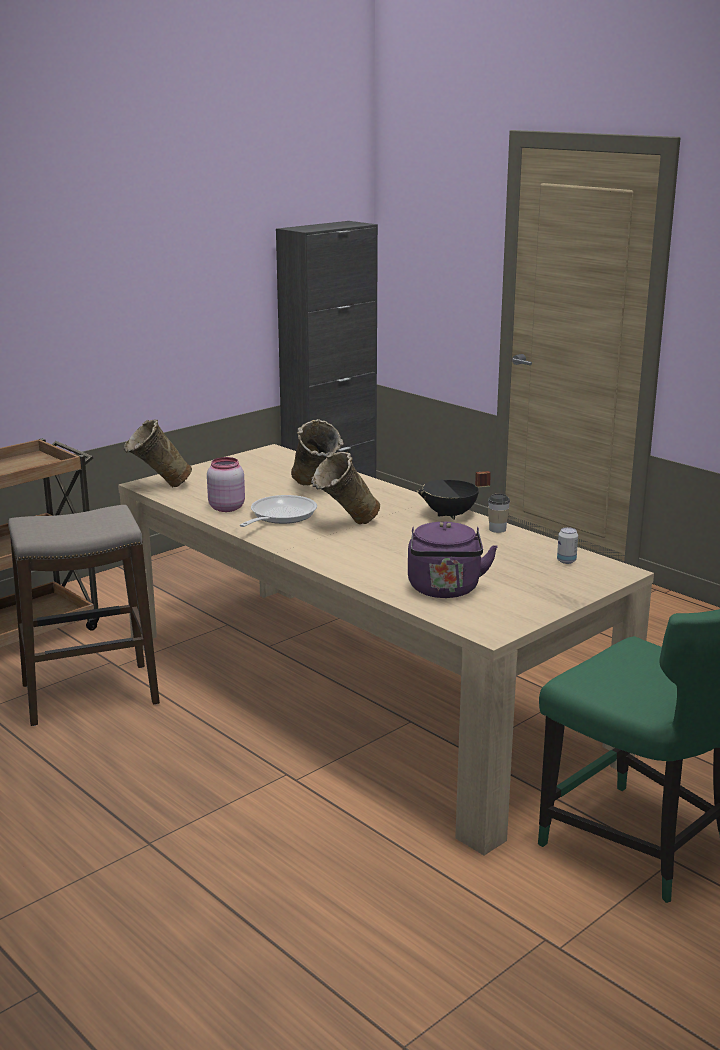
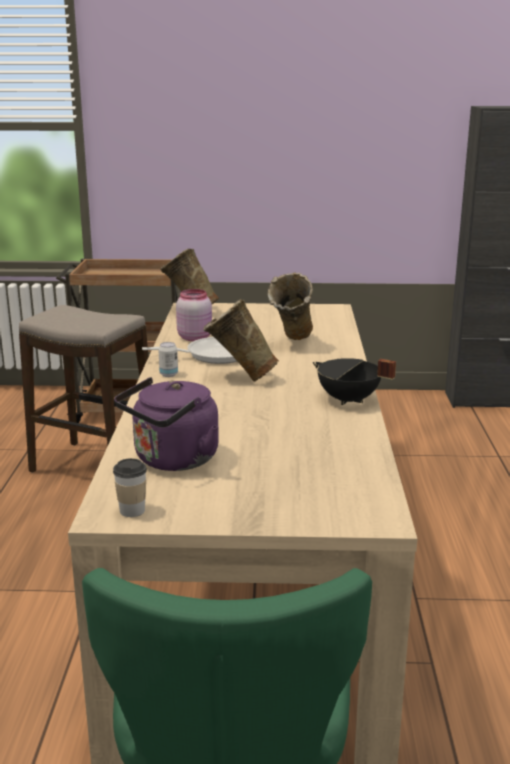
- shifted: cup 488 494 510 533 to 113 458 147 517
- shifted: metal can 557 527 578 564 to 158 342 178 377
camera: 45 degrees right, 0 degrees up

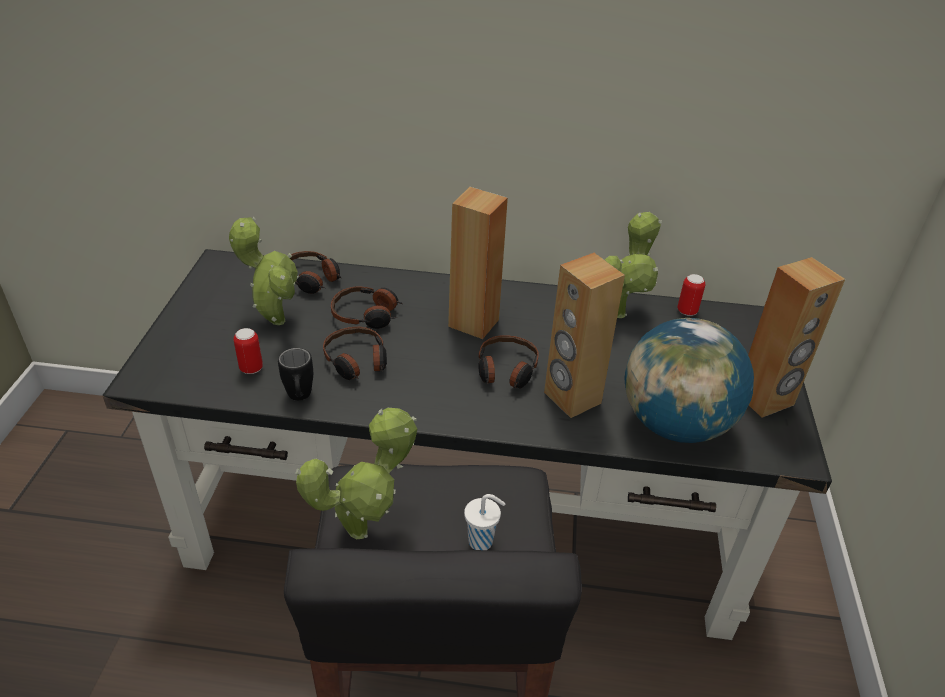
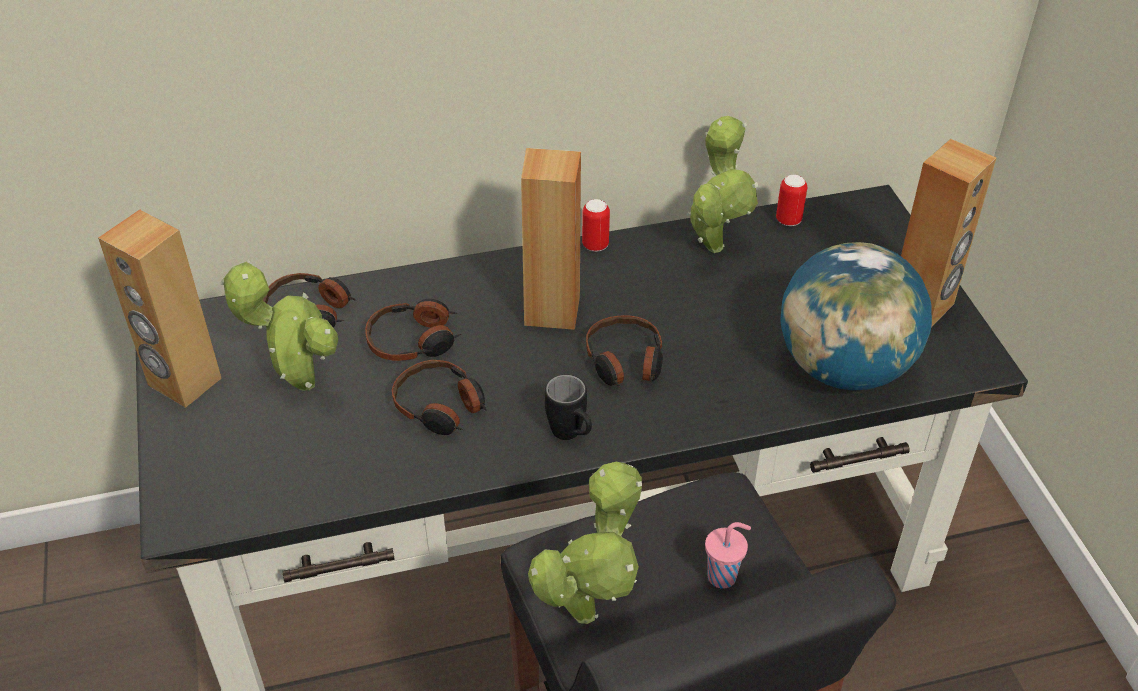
- shifted: metal can 234 328 263 374 to 582 199 610 252
- shifted: tea mug in black 278 348 313 401 to 545 374 592 440
- repainted: cup in white 464 494 505 550 to cup in pinkish 705 522 751 589
- shifted: loudspeaker in brownish 544 253 625 418 to 98 210 222 408
camera: 20 degrees left, 5 degrees up

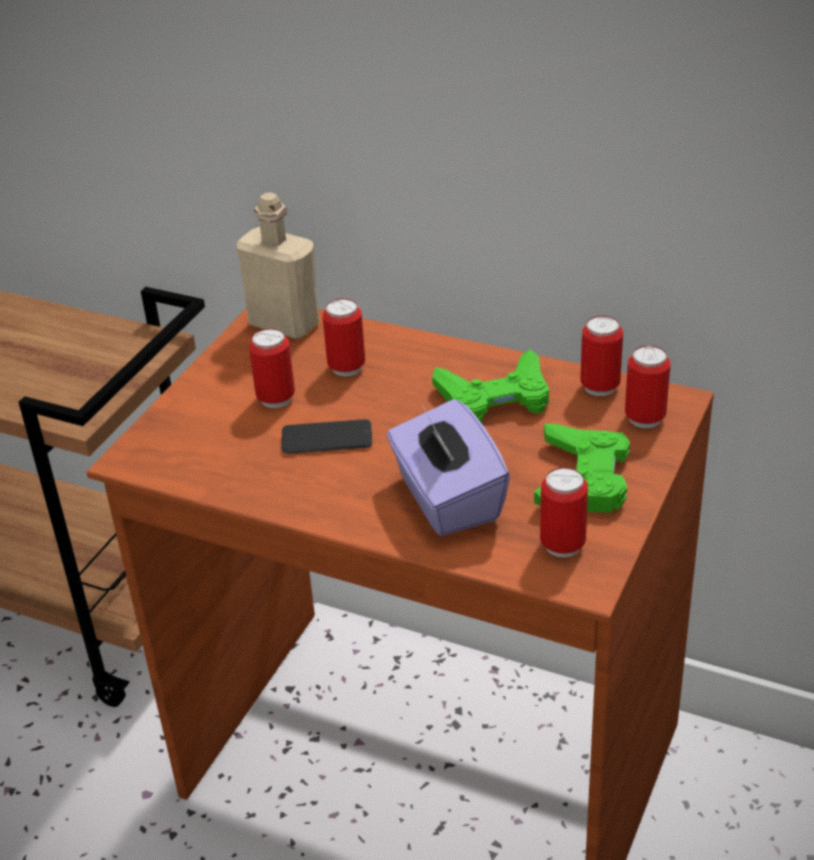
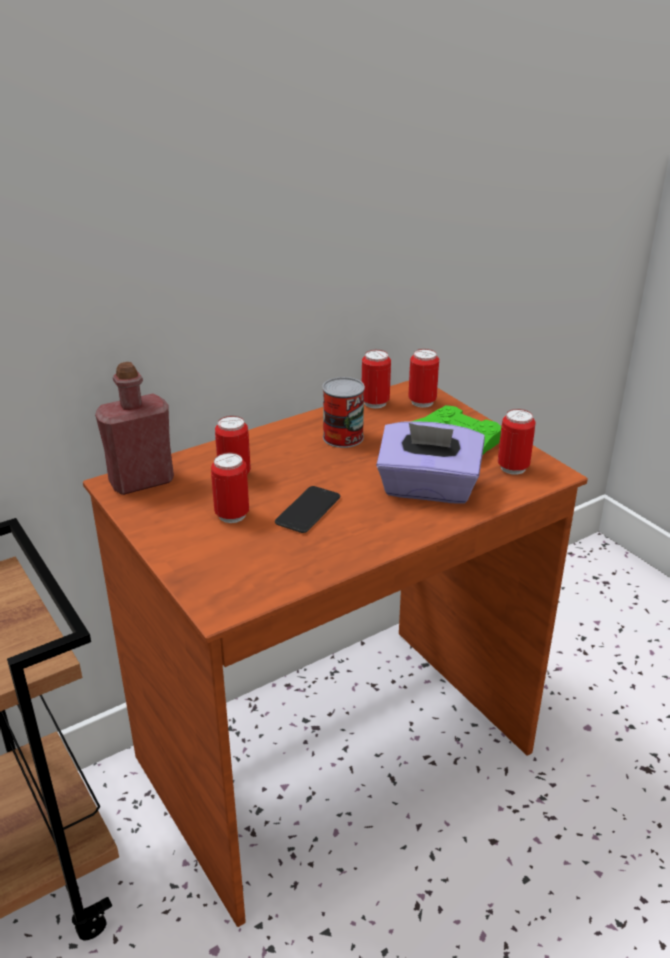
- repainted: drink bottle in beige 236 193 319 339 to drink bottle in red 95 362 174 495
- swapped: gamepad in green-coloured 432 349 549 422 to metal can 322 377 365 448
camera: 60 degrees left, 5 degrees down

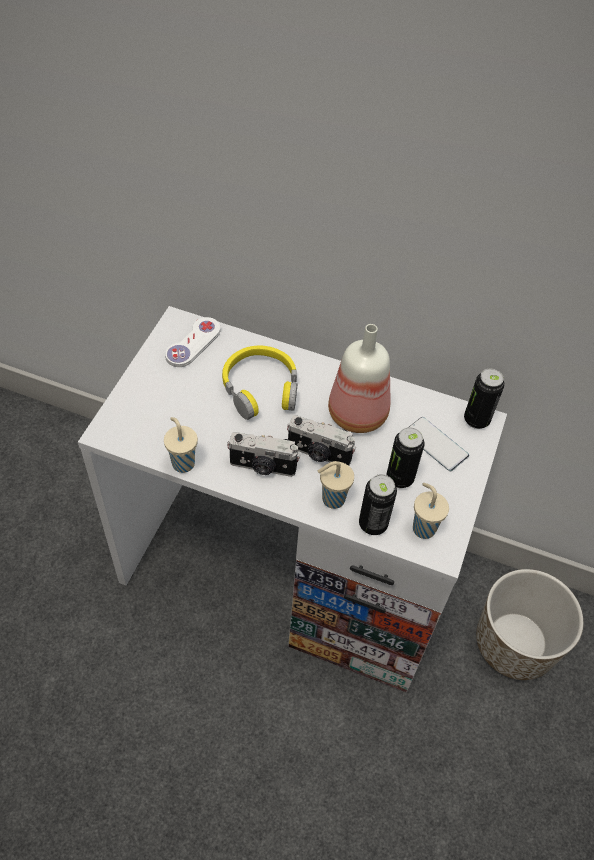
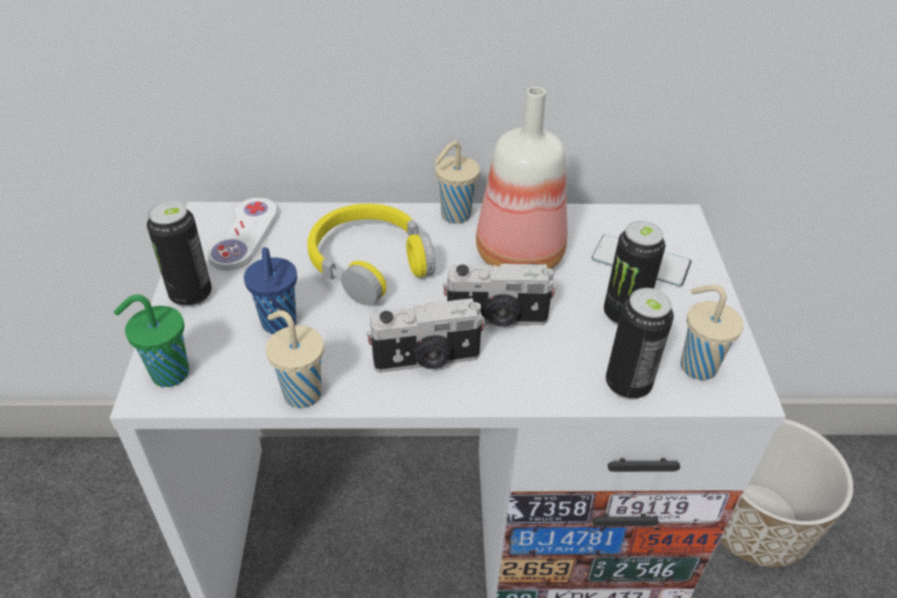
- shifted: cup in beige 318 461 354 509 to 435 141 480 223
- shifted: metal can 464 368 504 429 to 147 200 212 307
- new: cup in green-coloured 114 295 189 387
- new: cup in bluish 244 247 297 334
camera: 20 degrees left, 10 degrees down

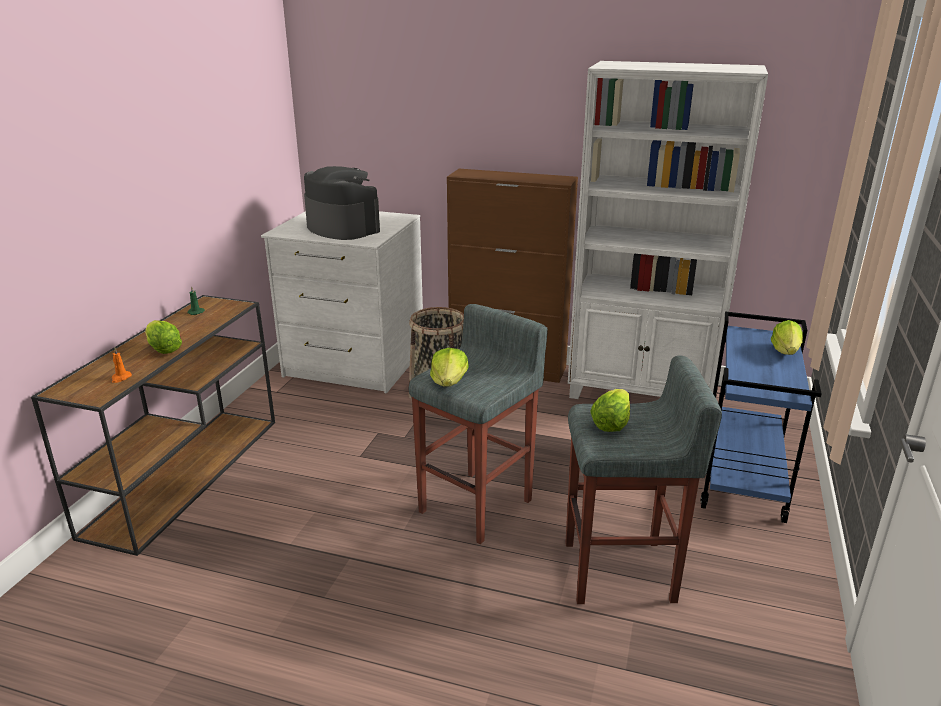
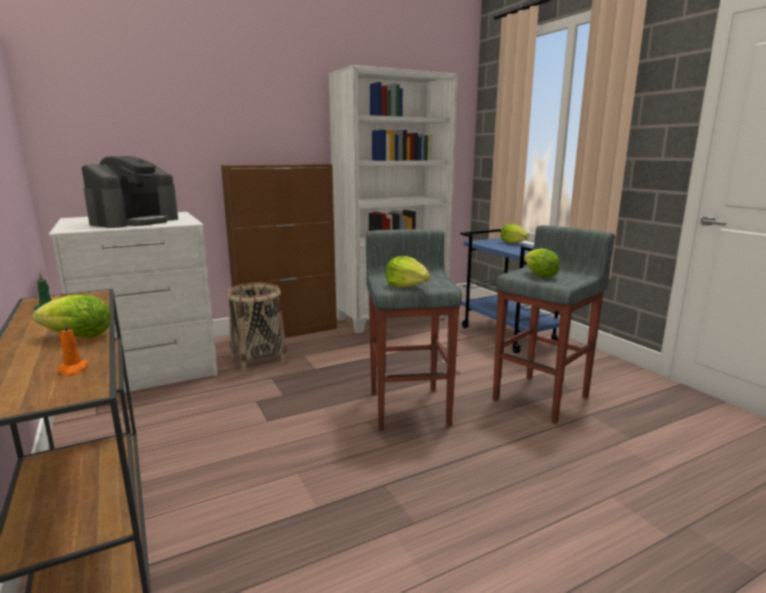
- rotated: coffee brewer 304 166 380 240 = 82 156 178 228 120 degrees clockwise
camera: 45 degrees left, 10 degrees down

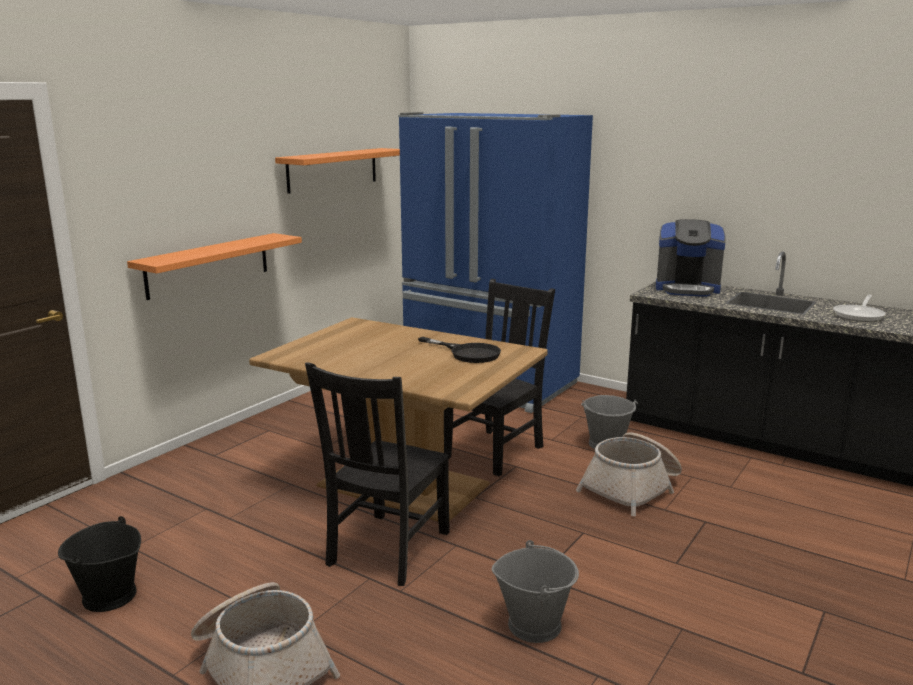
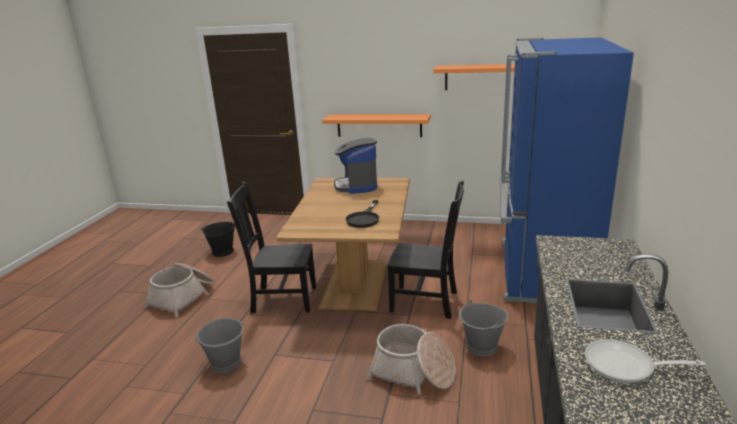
- shifted: coffee brewer 656 219 726 297 to 334 137 377 194
camera: 70 degrees right, 5 degrees up

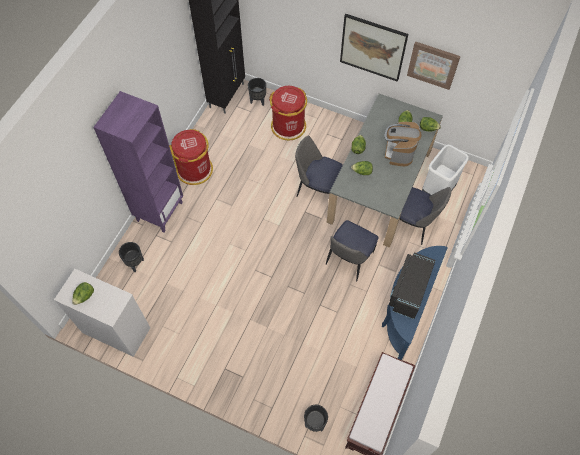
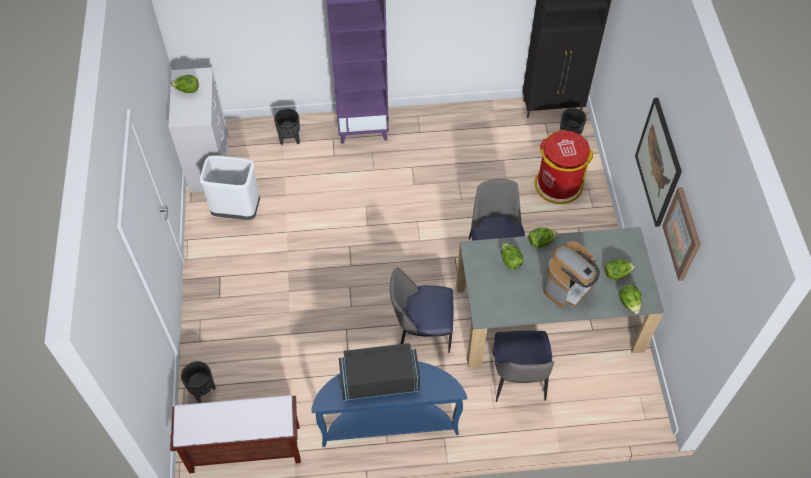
- gone: trash can in red 169 129 213 185
- rotated: coffee brewer 384 122 422 166 = 543 241 600 308 150 degrees clockwise
- shifted: trash can in white 422 144 469 196 to 199 155 260 220
camera: 60 degrees right, 5 degrees down

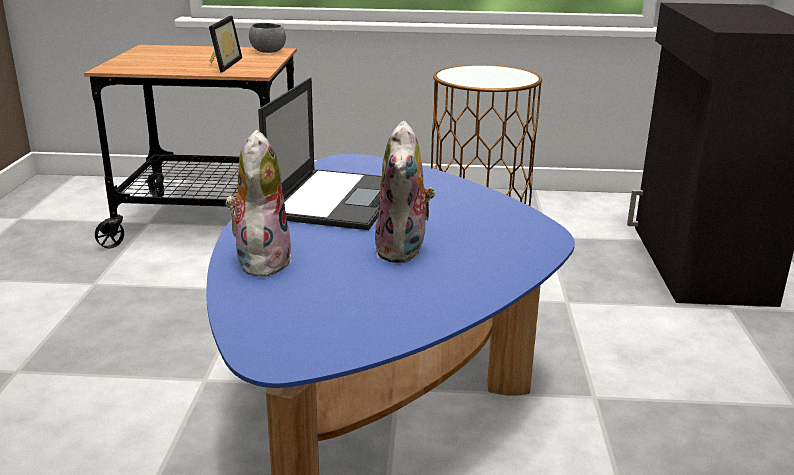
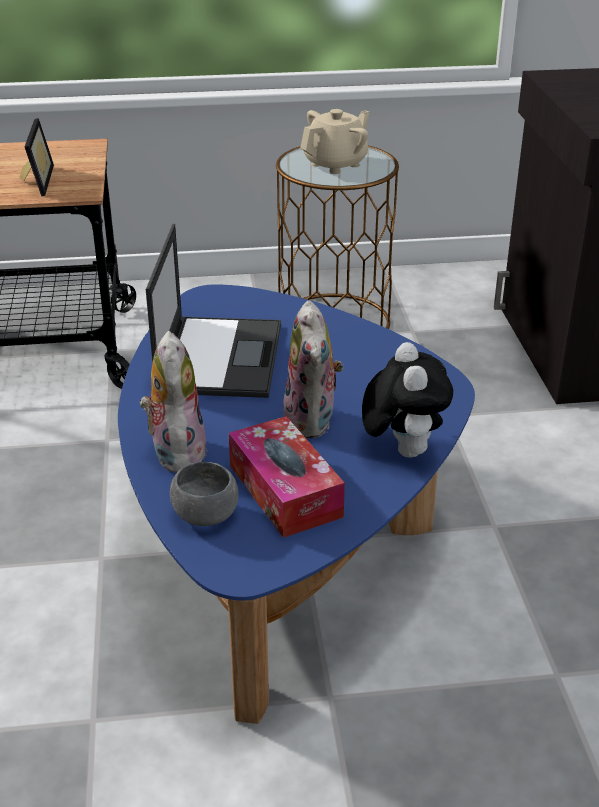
- shifted: bowl in gray 249 23 286 53 to 170 462 238 526
- new: box of tissues 229 416 345 538
- new: teapot in beige 300 109 369 174
- new: soft toy 362 342 453 458
camera: 10 degrees left, 10 degrees up

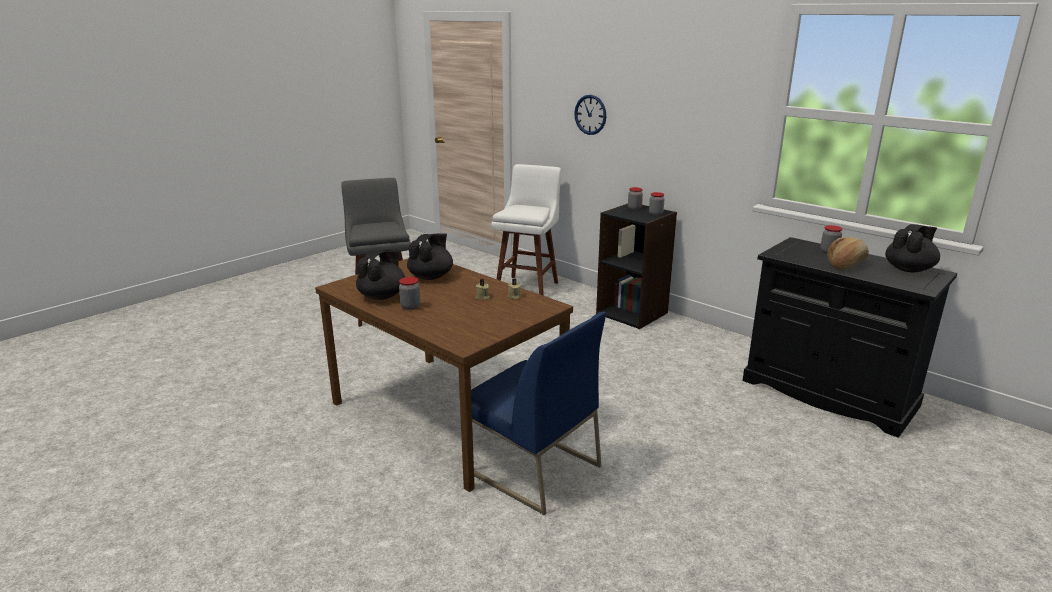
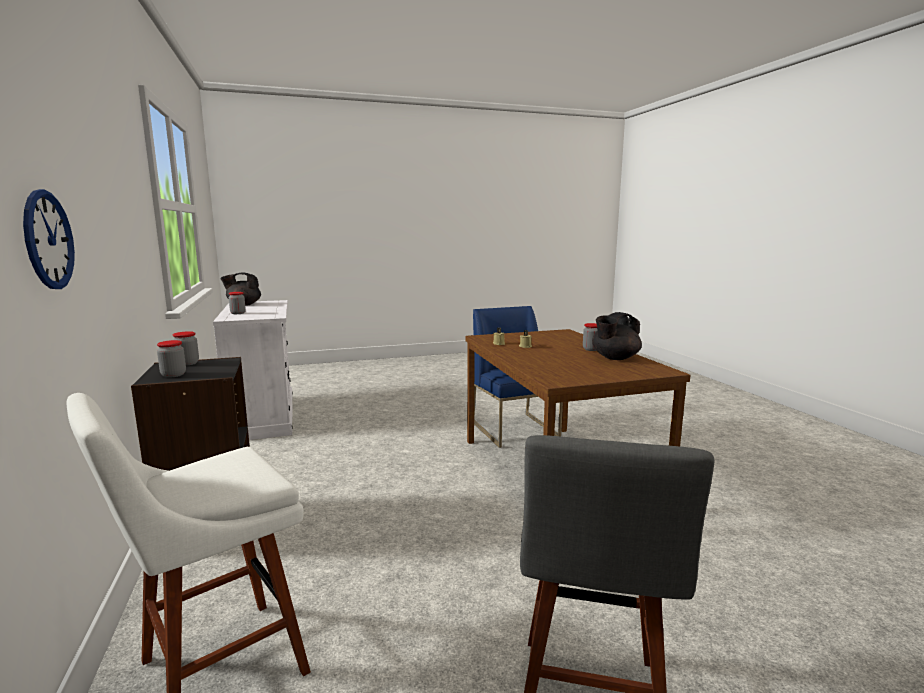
- gone: teapot in black 407 233 453 280
- repainted: storage cabinet in black 743 237 958 438 to storage cabinet in white 213 300 293 440
- gone: bread 828 237 869 269
camera: 150 degrees left, 10 degrees down

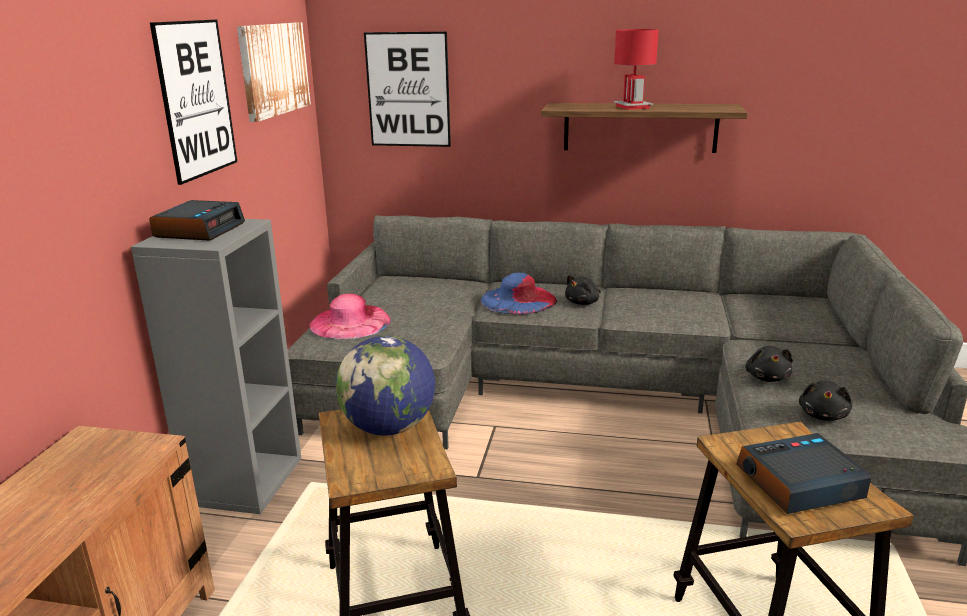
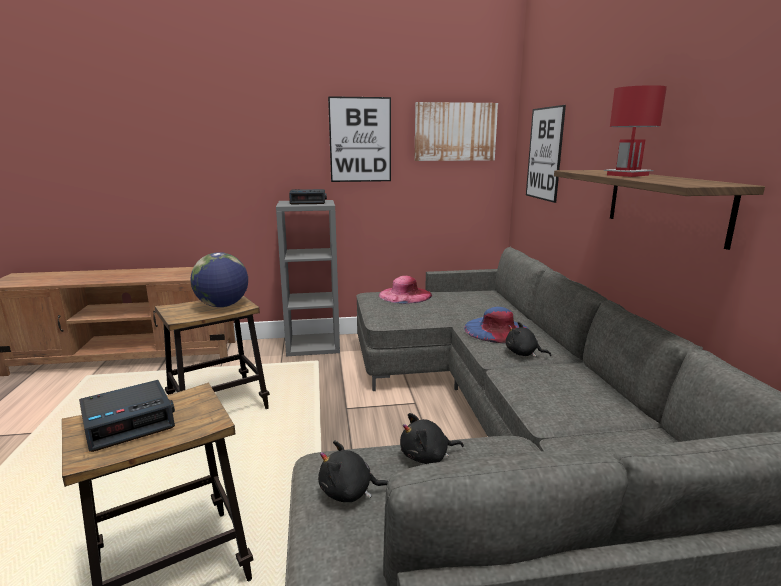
- rotated: alarm clock 736 433 871 514 = 79 380 175 452 90 degrees clockwise
camera: 70 degrees right, 5 degrees down

